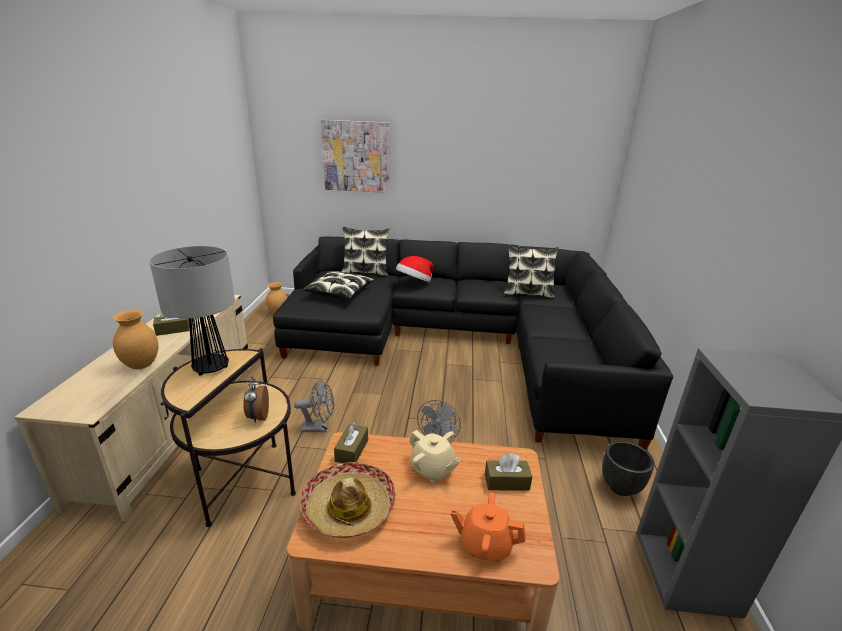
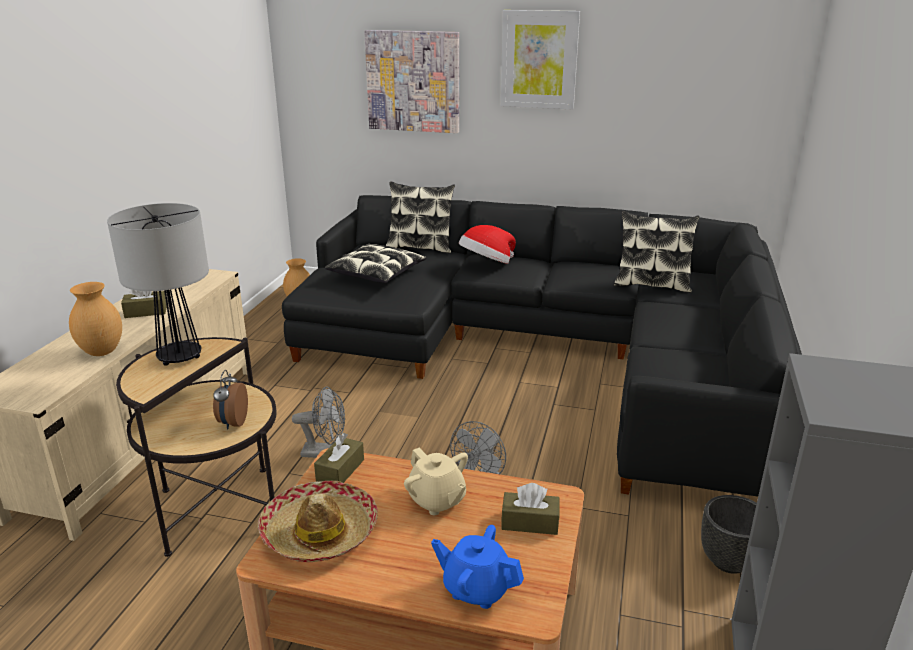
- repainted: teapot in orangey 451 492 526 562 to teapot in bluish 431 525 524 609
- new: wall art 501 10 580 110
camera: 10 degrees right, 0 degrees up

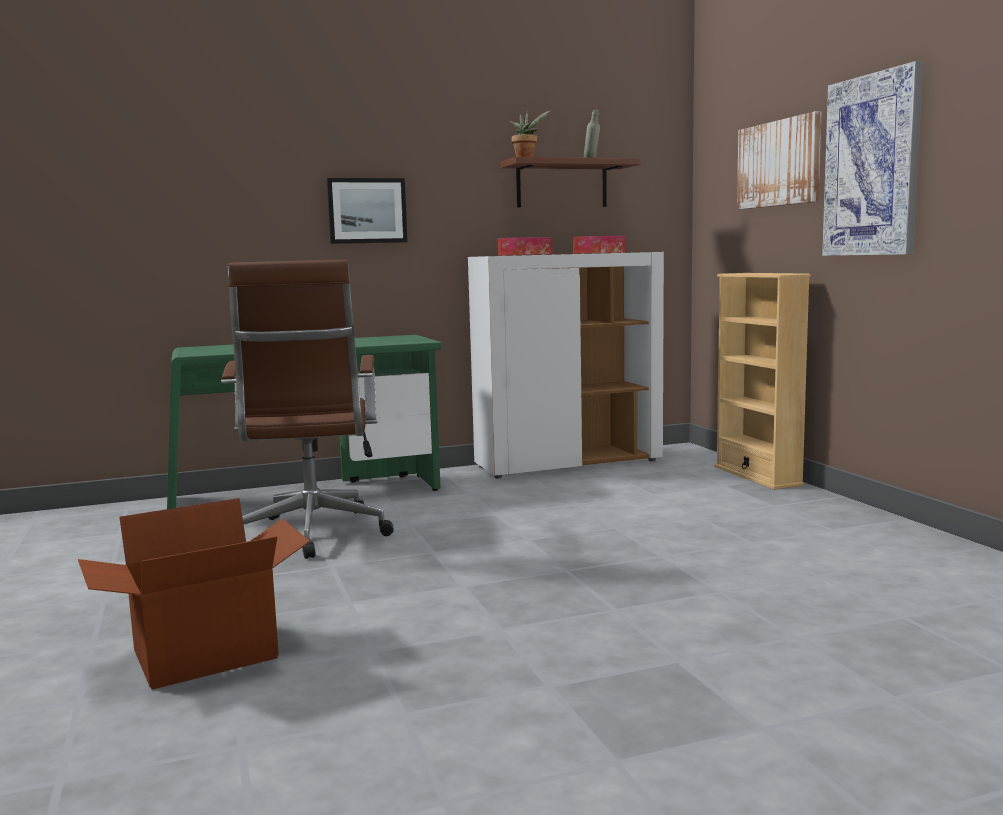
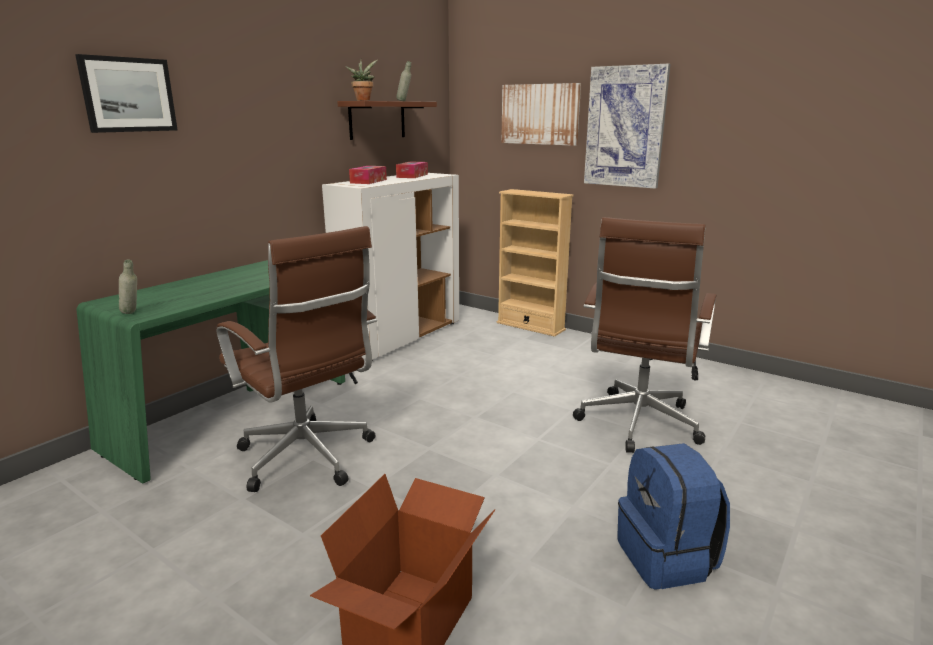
- shifted: wall art 327 178 407 244 to 75 54 178 133
- new: drink bottle in gray 119 259 137 314
- new: office chair in brownish 573 217 717 453
- new: backpack in bluish 617 443 730 590
camera: 35 degrees left, 10 degrees up

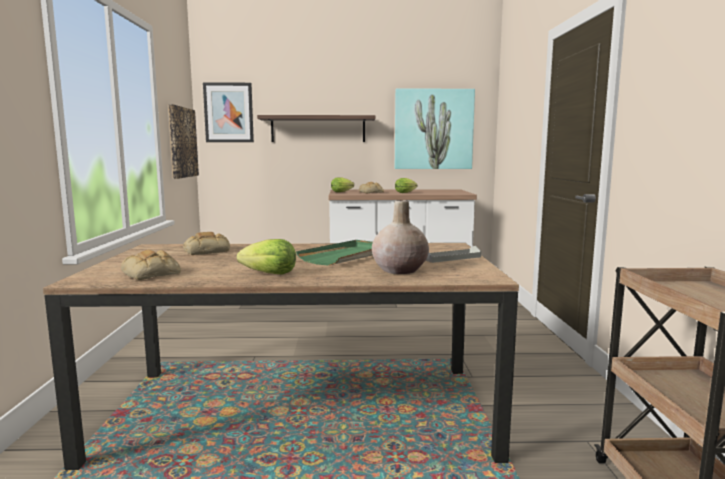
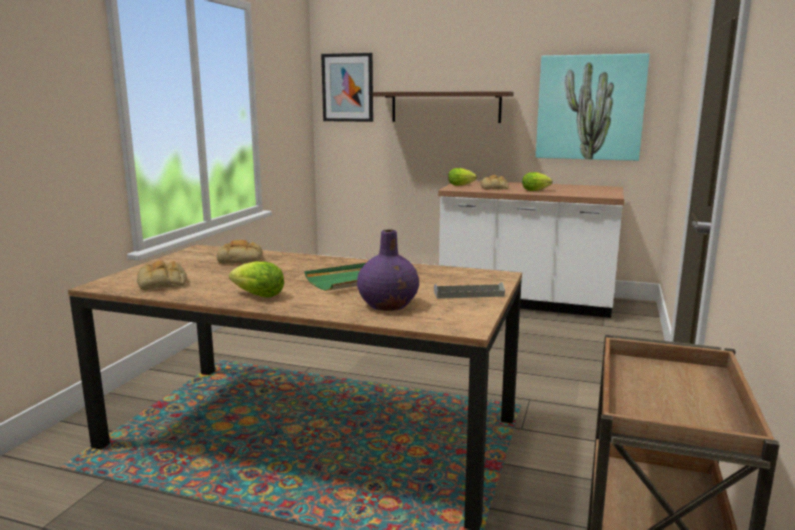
- gone: wall art 168 104 199 179
- repainted: flower vase in beige 372 200 429 274 to flower vase in purplish 357 229 419 311
camera: 20 degrees right, 5 degrees up

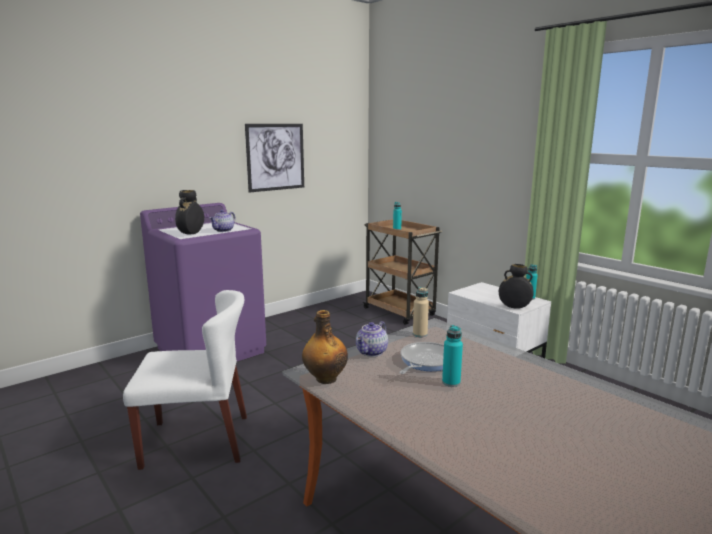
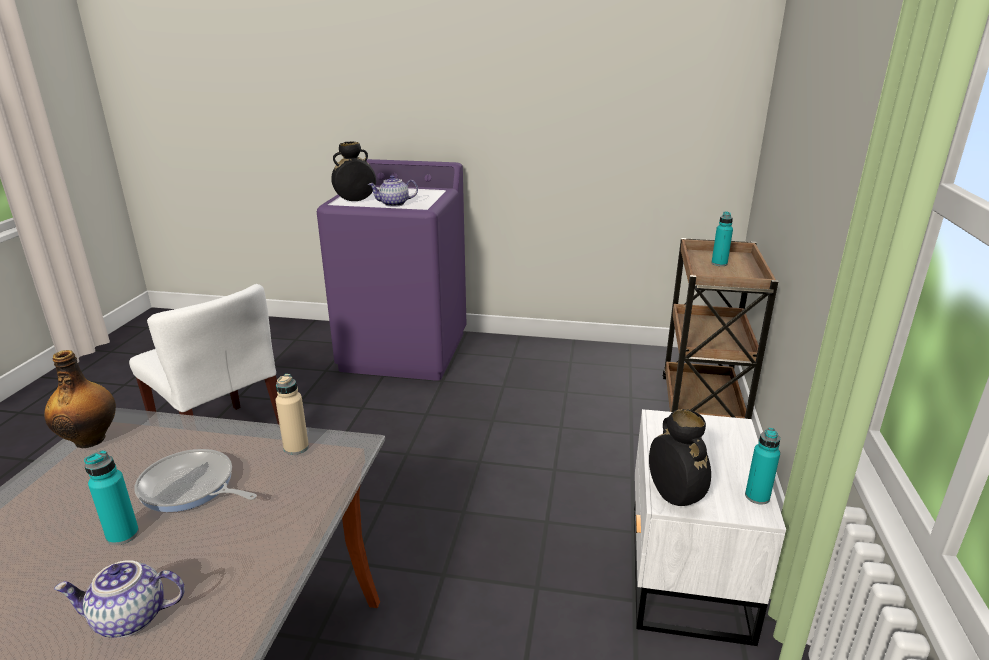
- gone: wall art 245 124 304 193
- shifted: teapot 356 321 388 357 to 54 560 185 638
- rotated: pan 399 342 444 374 = 135 449 257 512 150 degrees counterclockwise
camera: 50 degrees right, 10 degrees up

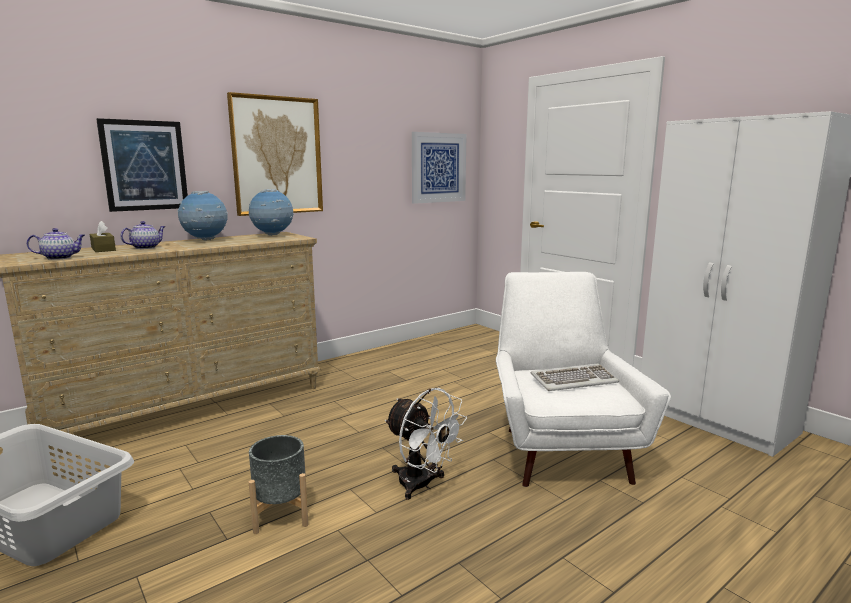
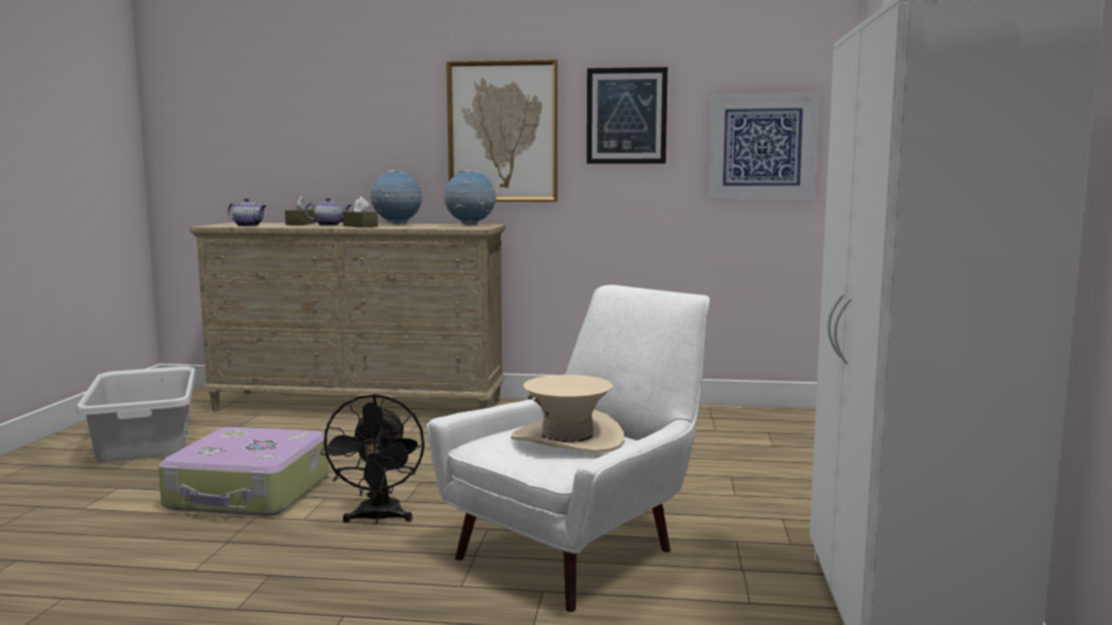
- shifted: wall art 96 118 188 212 to 587 67 668 164
- swapped: flower pot in gray 249 435 308 534 to suitcase 158 427 329 516
- repainted: cooling fan in white 385 388 467 500 to cooling fan in black 320 394 425 524
- swapped: computer keyboard 531 363 619 391 to wearable hat in beige 511 375 625 453
- new: box of tissues in brownish 343 197 378 228
camera: 45 degrees right, 5 degrees down

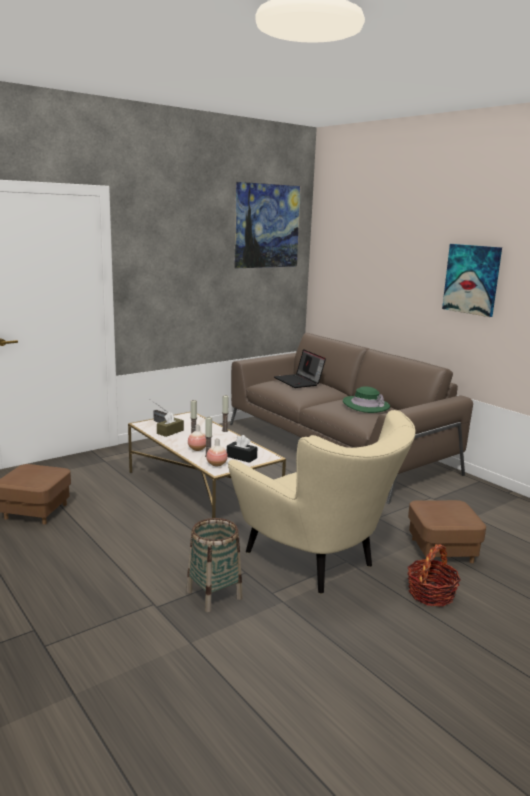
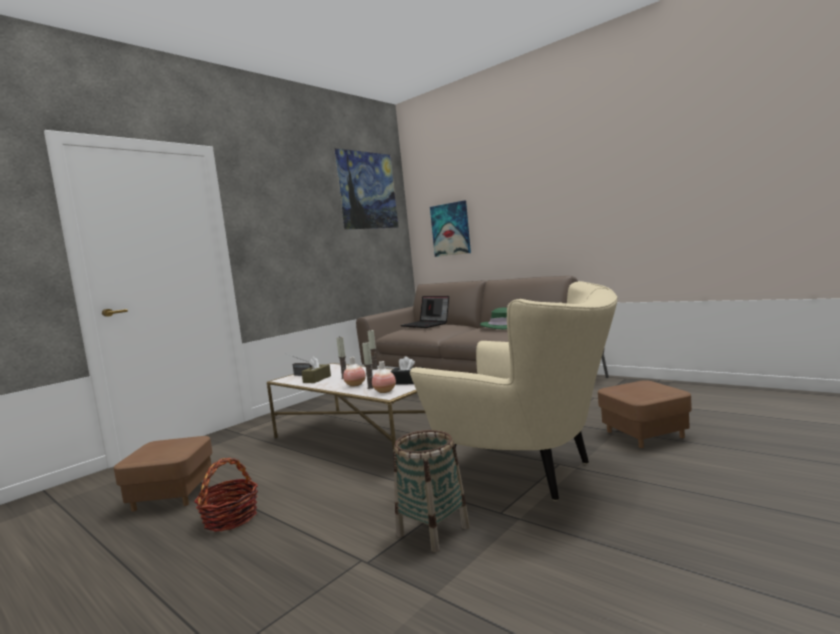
- shifted: storage basket 408 544 461 607 to 194 458 258 532
- shifted: wall art 442 244 502 317 to 430 201 471 257
camera: 10 degrees left, 10 degrees down

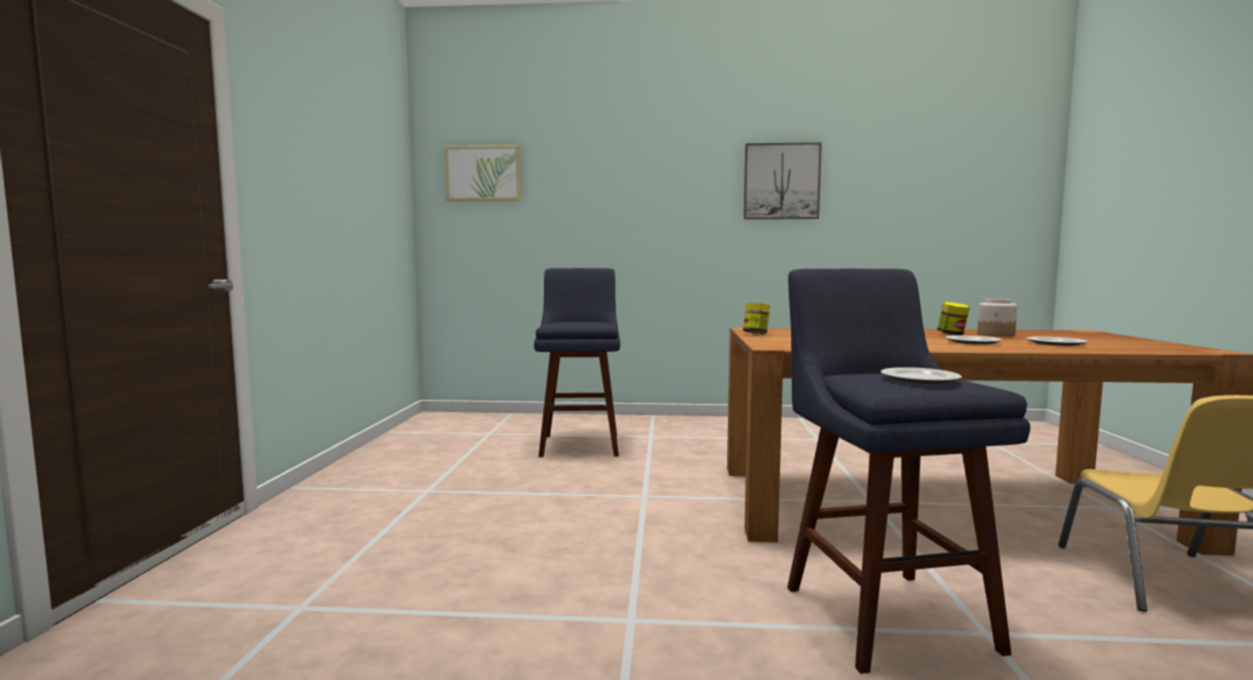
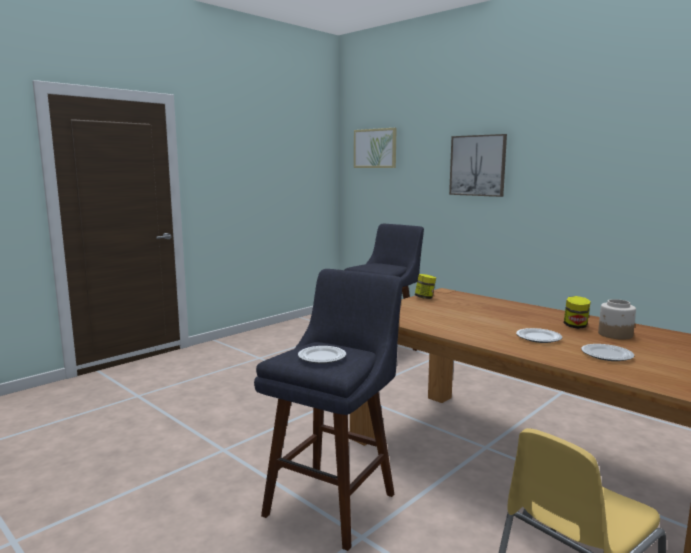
- shifted: wall art 744 142 822 219 to 449 134 507 197
camera: 40 degrees right, 5 degrees up

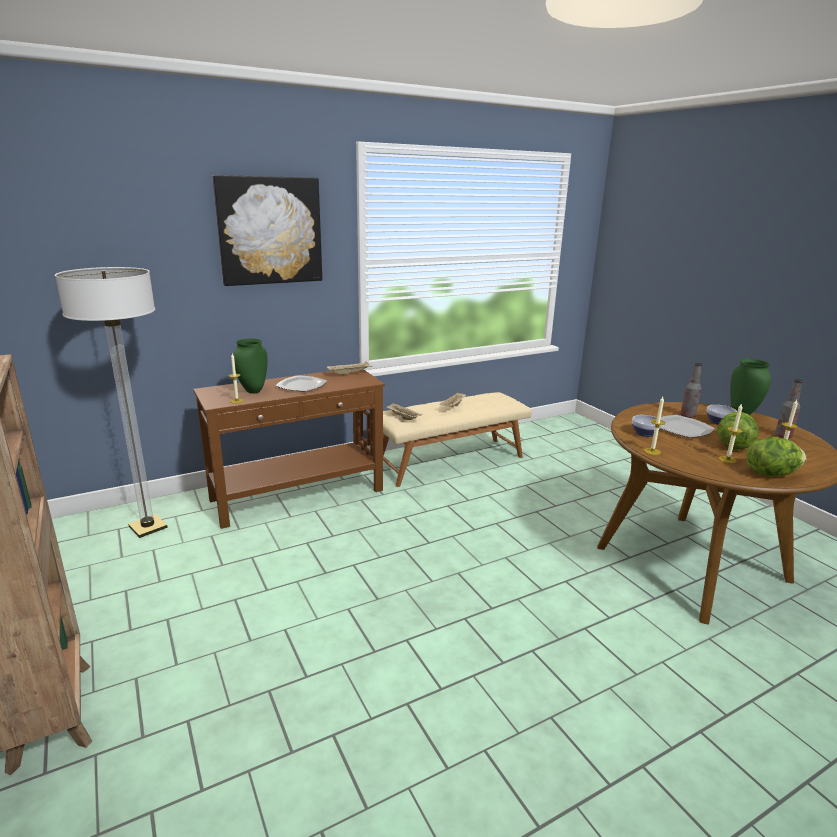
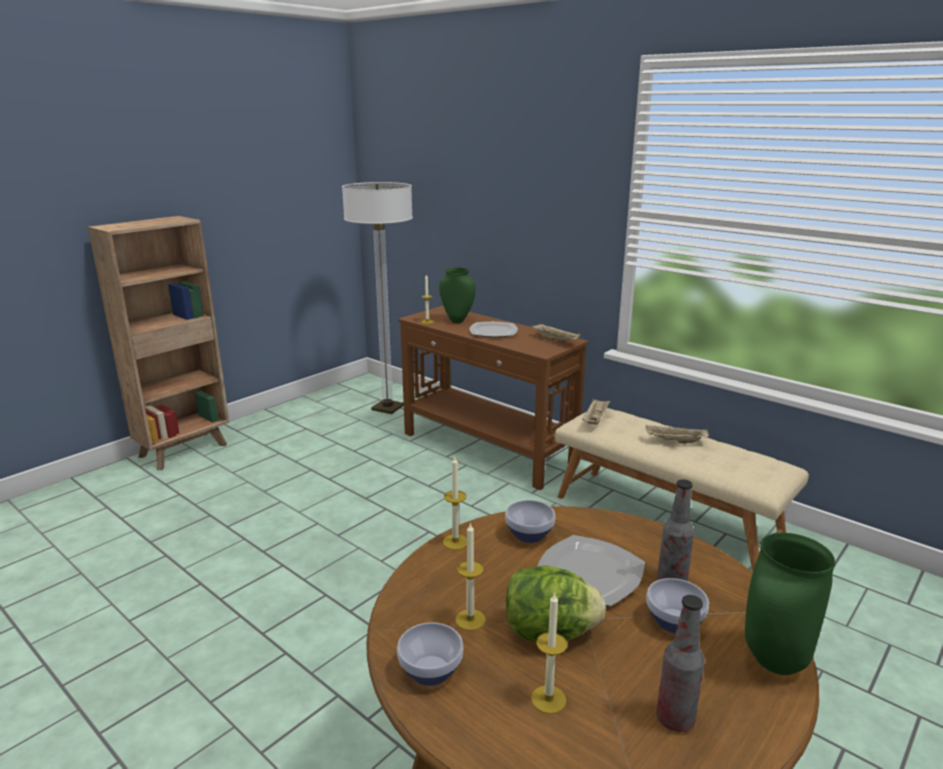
- gone: wall art 213 175 322 286
- swapped: lettuce head 746 437 806 477 to bowl 397 622 463 686
camera: 70 degrees right, 0 degrees up

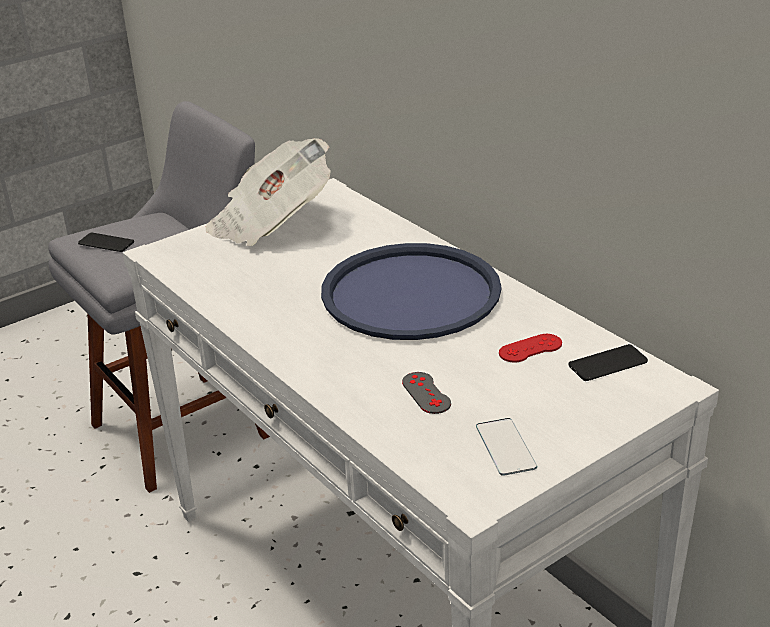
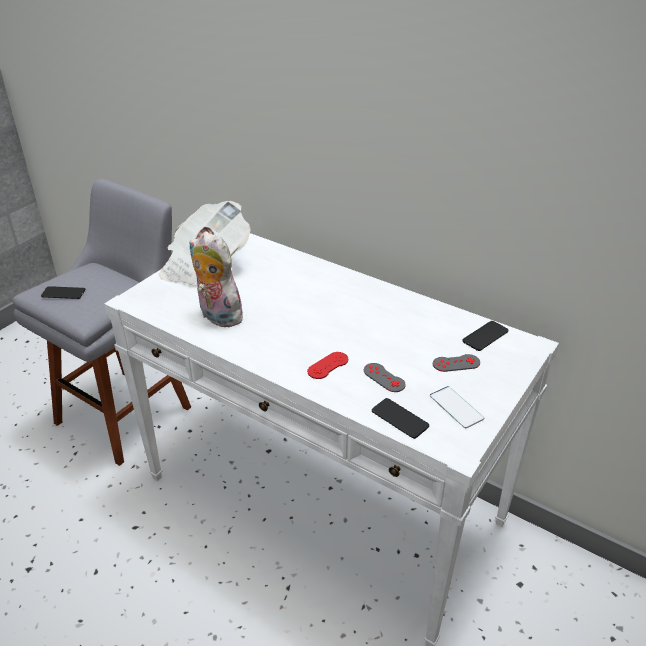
- gone: serving tray in bluish 321 243 501 340
- shifted: gamepad in red 499 334 562 362 to 307 352 348 379
- new: soft toy 189 231 243 327
- new: telephone 372 398 429 439
- new: gamepad in gray 433 354 480 372
camera: 20 degrees left, 5 degrees up

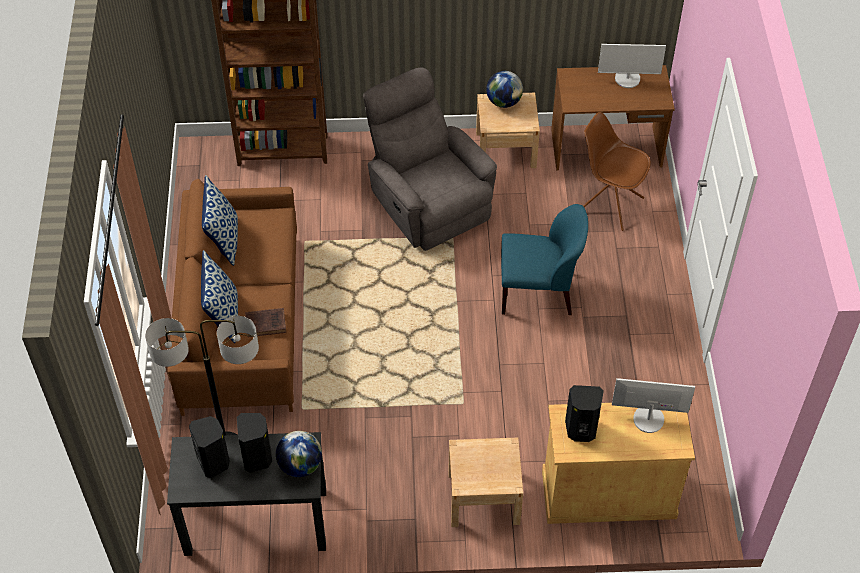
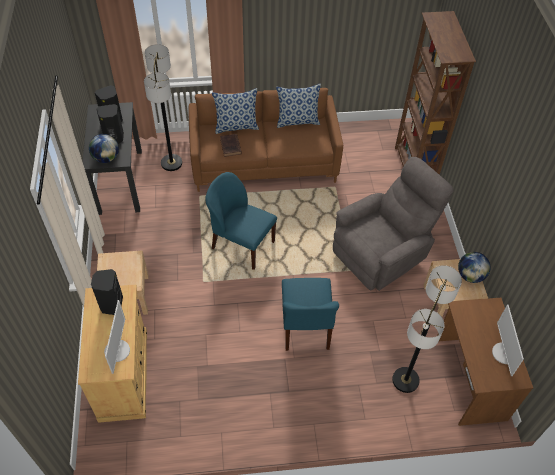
- swapped: chair in brownish 583 112 651 231 to floor lamp 392 265 462 393
- new: chair in bluish 205 172 277 270
camera: 85 degrees right, 0 degrees up

